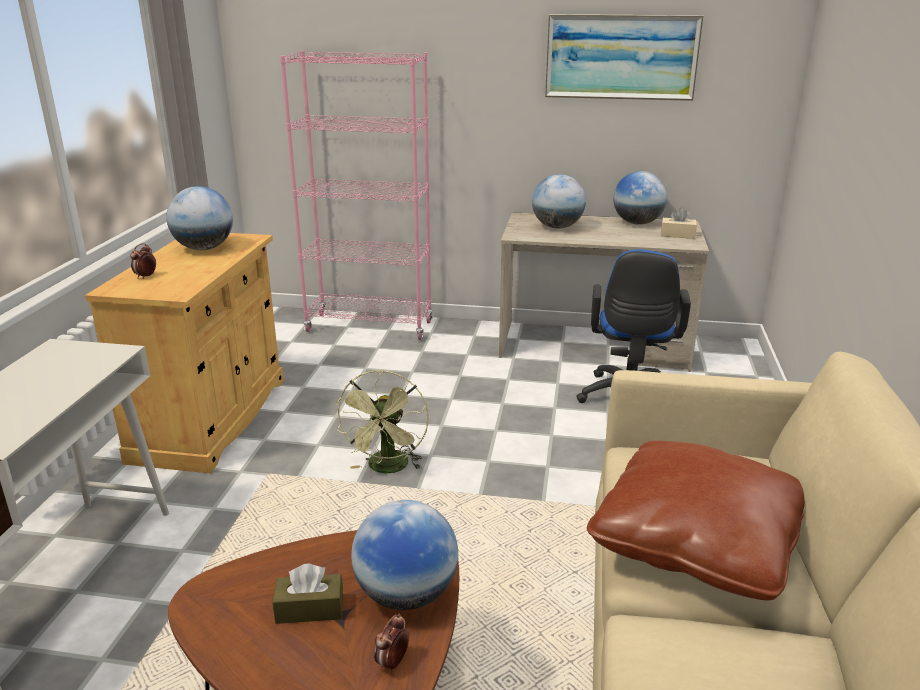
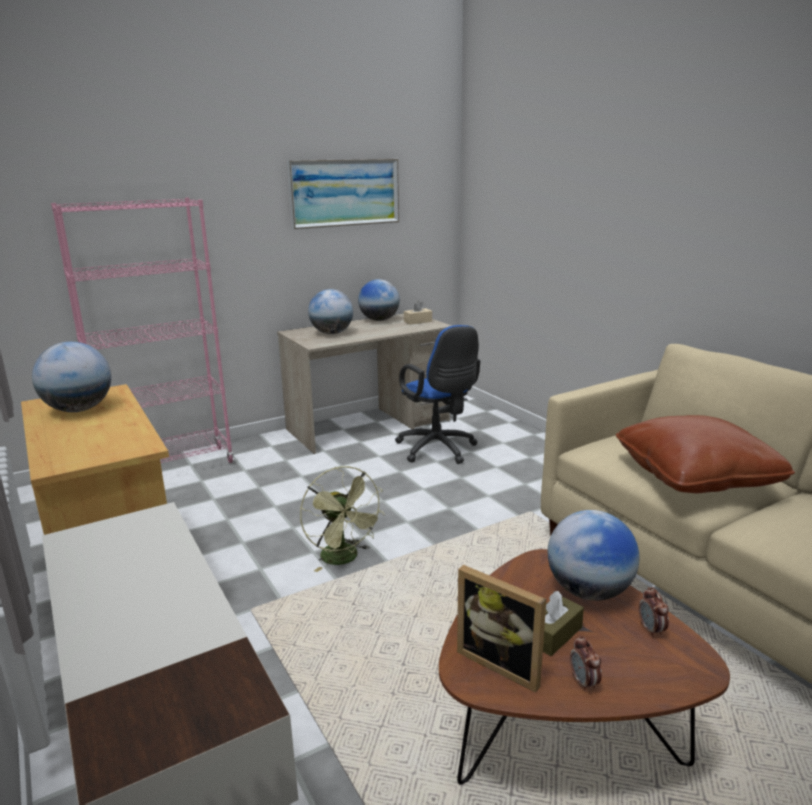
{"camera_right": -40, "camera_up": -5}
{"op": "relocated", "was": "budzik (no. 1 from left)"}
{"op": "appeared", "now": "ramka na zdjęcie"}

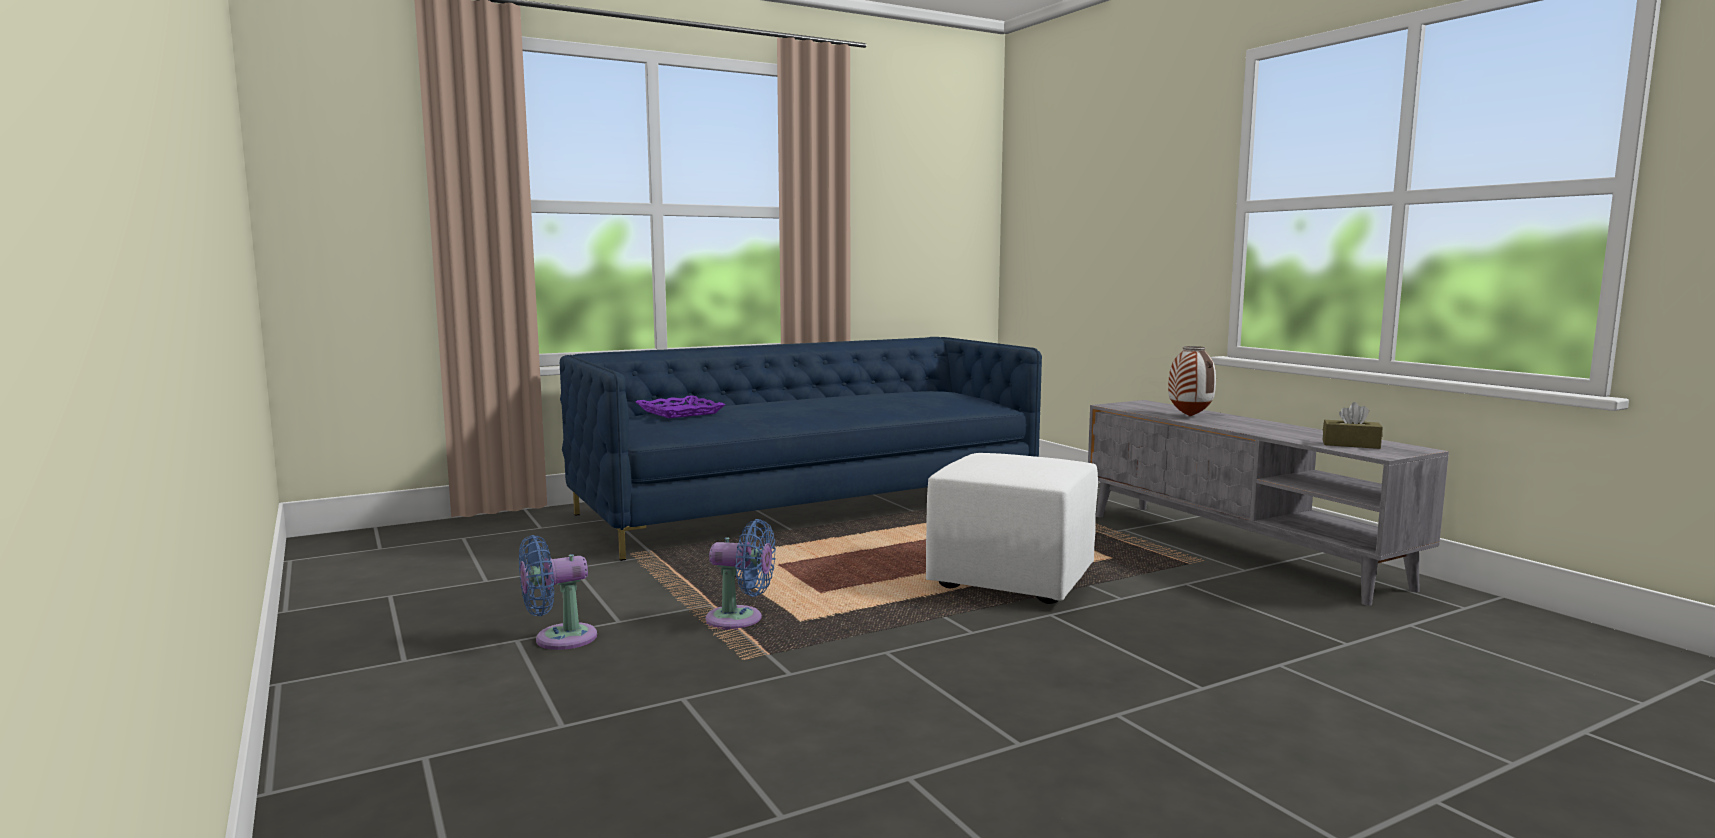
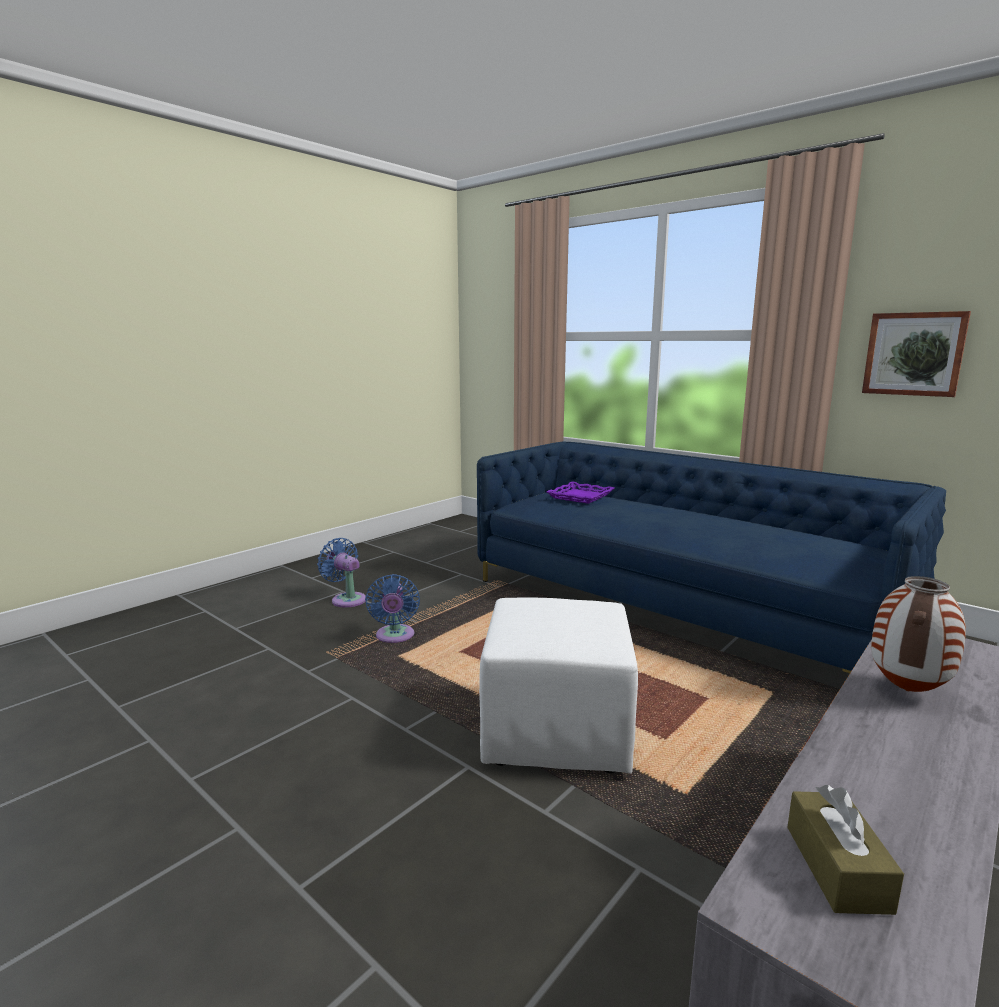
{"camera_right": 70, "camera_up": 5}
{"op": "appeared", "now": "obraz"}

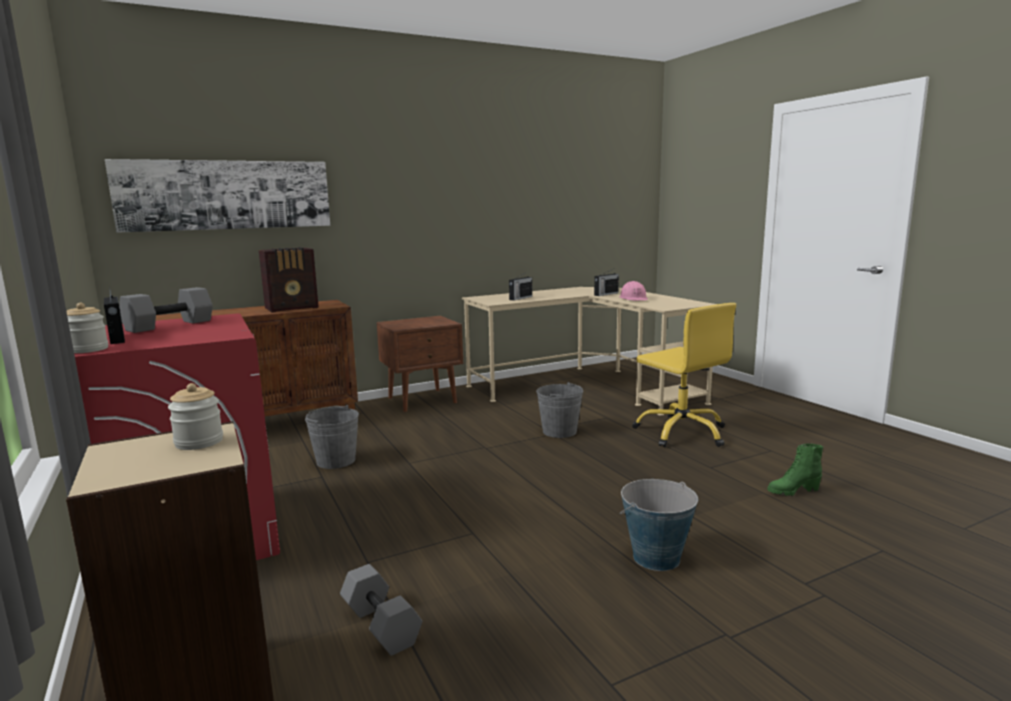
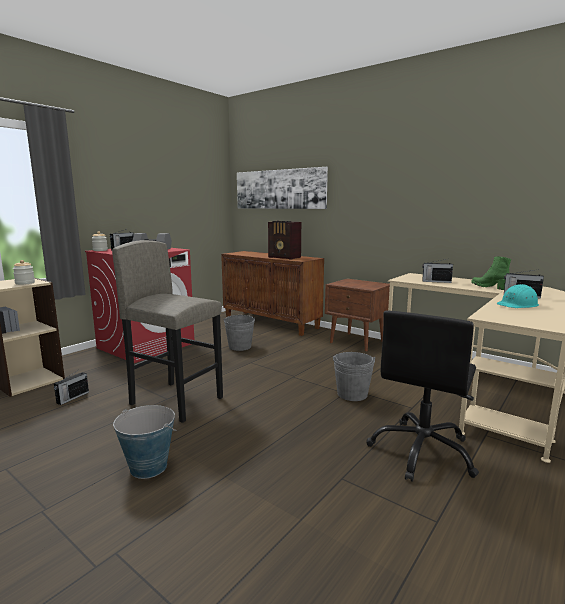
{"camera_right": 65, "camera_up": 0}
{"op": "exchanged", "was": "hantel [szary] (no. 2 from left)", "now": "radio (no. 1 from left)"}
{"op": "colour", "was": "kask [różowy]", "now": "kask [turkusowy]"}
{"op": "colour", "was": "krzesło biurowe [żółty]", "now": "krzesło biurowe [czarny]"}
{"op": "relocated", "was": "but z cholewką [zielony]"}
{"op": "appeared", "now": "stołek [szary]"}

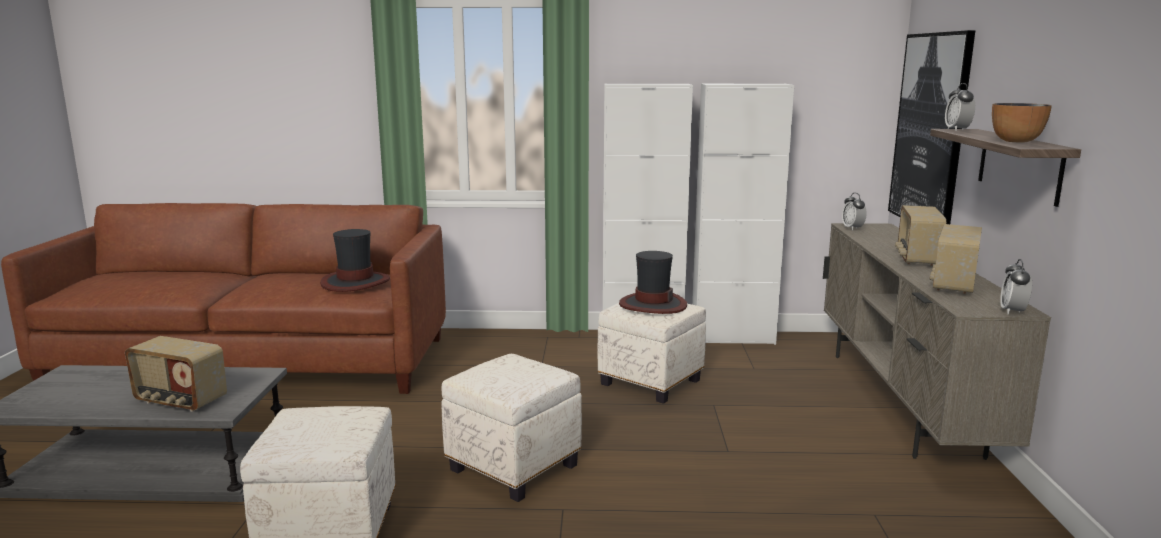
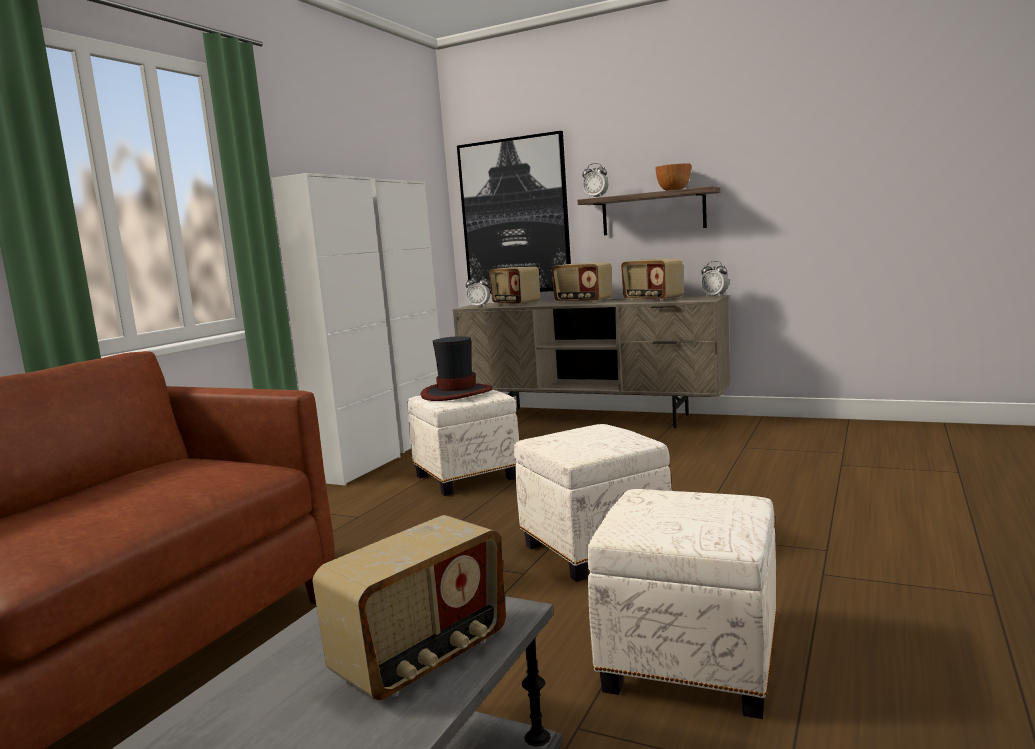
{"camera_right": -65, "camera_up": -5}
{"op": "missing", "was": "kapelusz (no. 1 from left)"}
{"op": "appeared", "now": "radio (no. 2 from left)"}

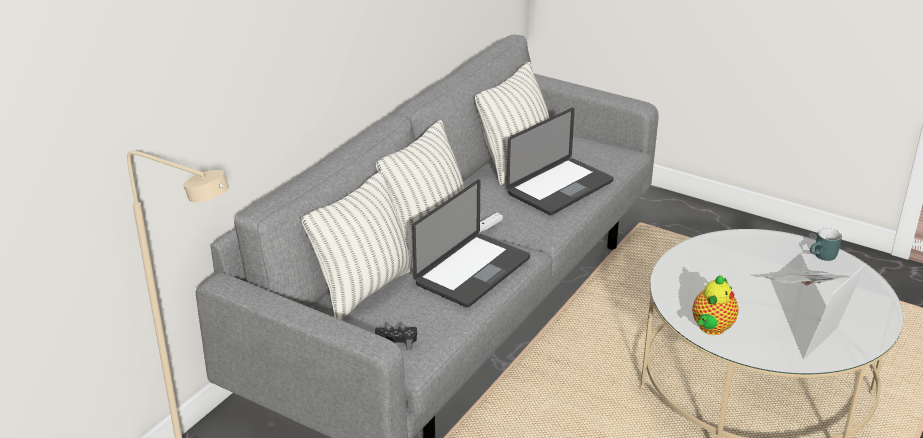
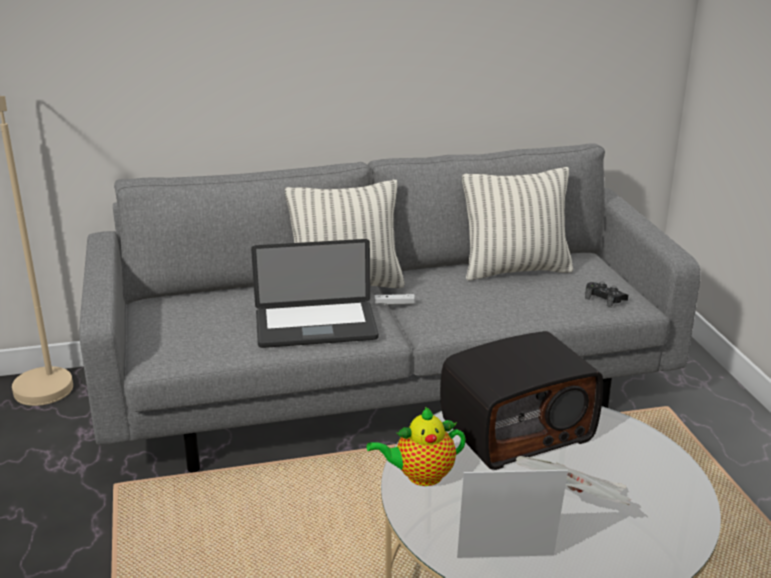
{"camera_right": 45, "camera_up": -5}
{"op": "missing", "was": "poduszka (no. 1 from left)"}
{"op": "relocated", "was": "pad do gier [czarny]"}
{"op": "missing", "was": "laptop (no. 2 from left)"}
{"op": "missing", "was": "kubek [turkusowy]"}
{"op": "appeared", "now": "radio"}

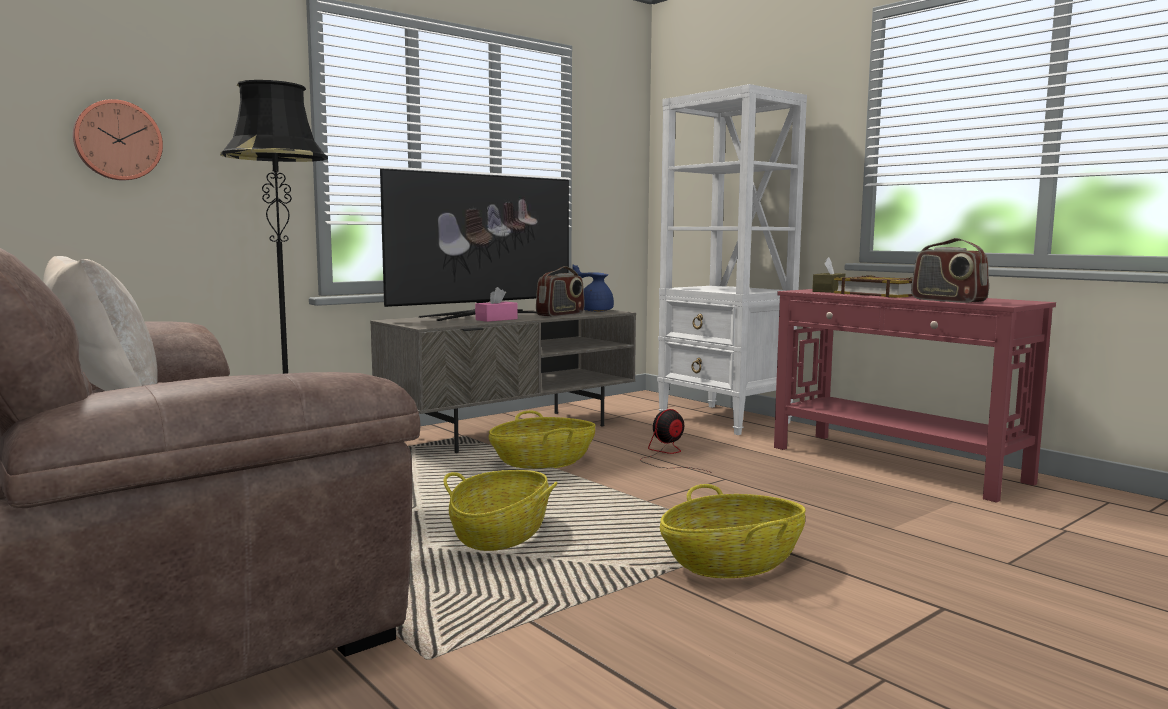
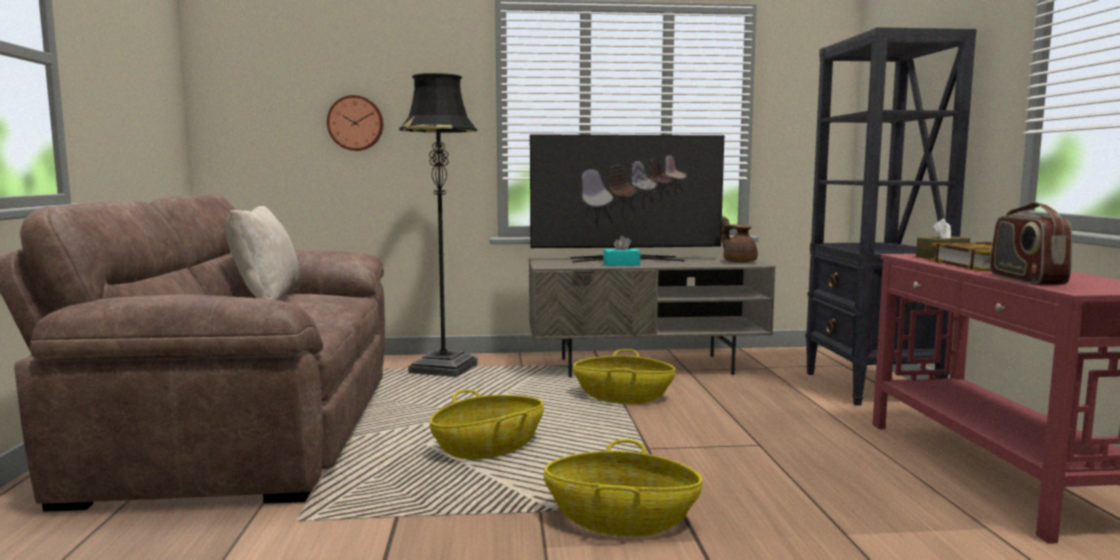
{"camera_right": 35, "camera_up": 0}
{"op": "colour", "was": "pudełko chusteczek [różowy]", "now": "pudełko chusteczek [turkusowy]"}
{"op": "missing", "was": "radio (no. 1 from left)"}
{"op": "colour", "was": "imbryk [niebieski]", "now": "imbryk [brązowy]"}
{"op": "missing", "was": "wentylator"}
{"op": "colour", "was": "regał [biały]", "now": "regał [czarny]"}

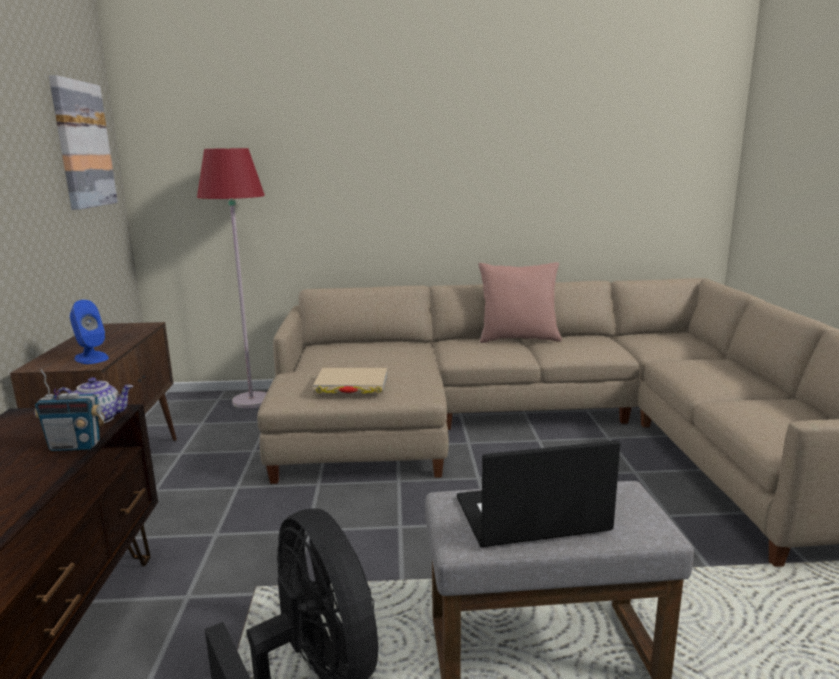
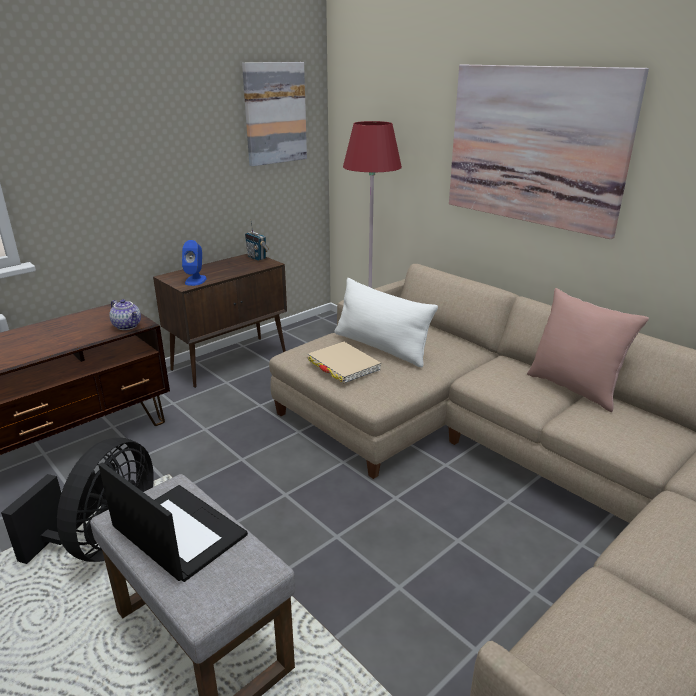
{"camera_right": 50, "camera_up": 10}
{"op": "relocated", "was": "radio"}
{"op": "appeared", "now": "poduszka [biały]"}
{"op": "appeared", "now": "obraz (no. 2 from left)"}

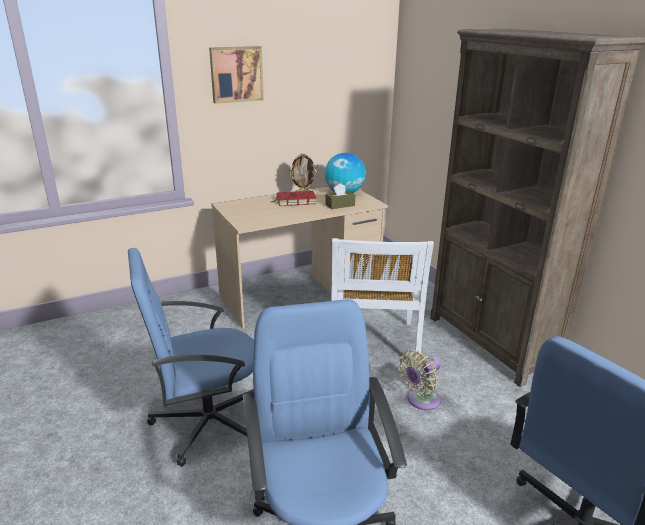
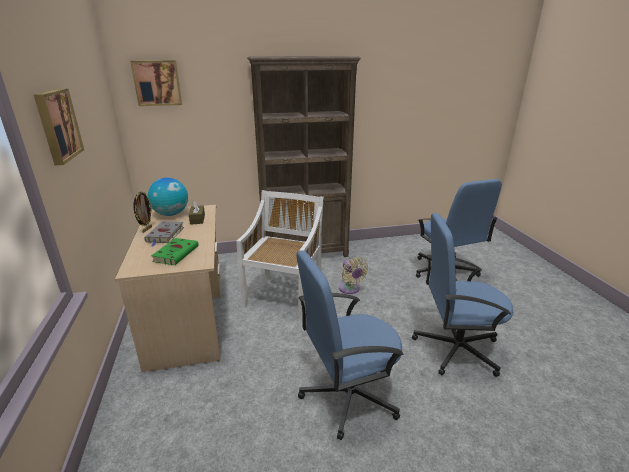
{"camera_right": -75, "camera_up": 0}
{"op": "spun", "was": "krzesło biurowe [niebieski] (no. 1 from left)", "clockwise": 75}
{"op": "colour", "was": "książka [czerwony]", "now": "książka [szary]"}
{"op": "spun", "was": "krzesło [biały]", "clockwise": -90}
{"op": "appeared", "now": "obraz (no. 2 from left)"}
{"op": "appeared", "now": "książka [zielony]"}

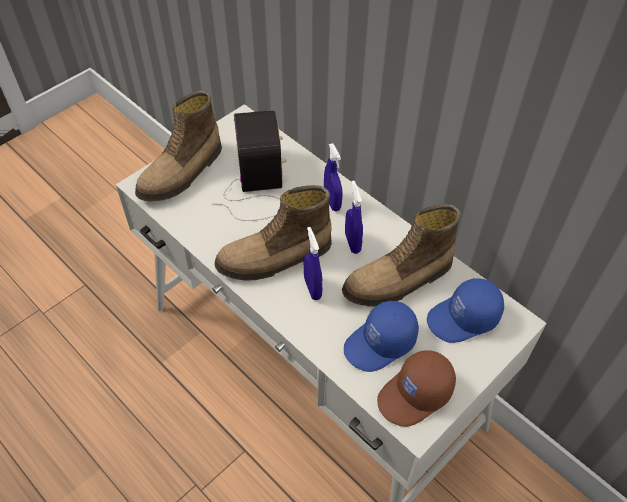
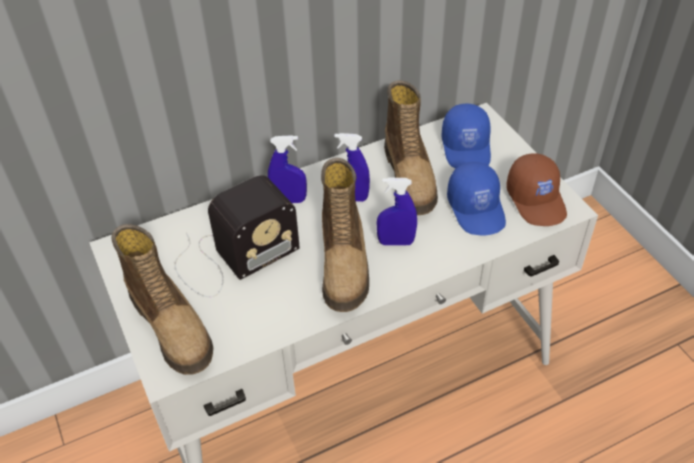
{"camera_right": -70, "camera_up": -5}
{"op": "spun", "was": "radio", "clockwise": 135}

